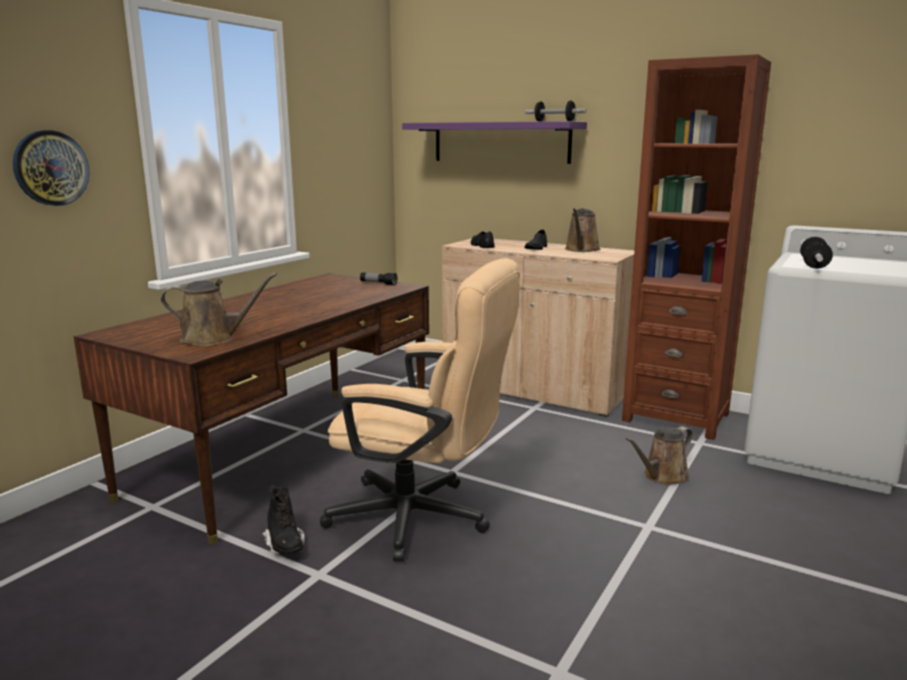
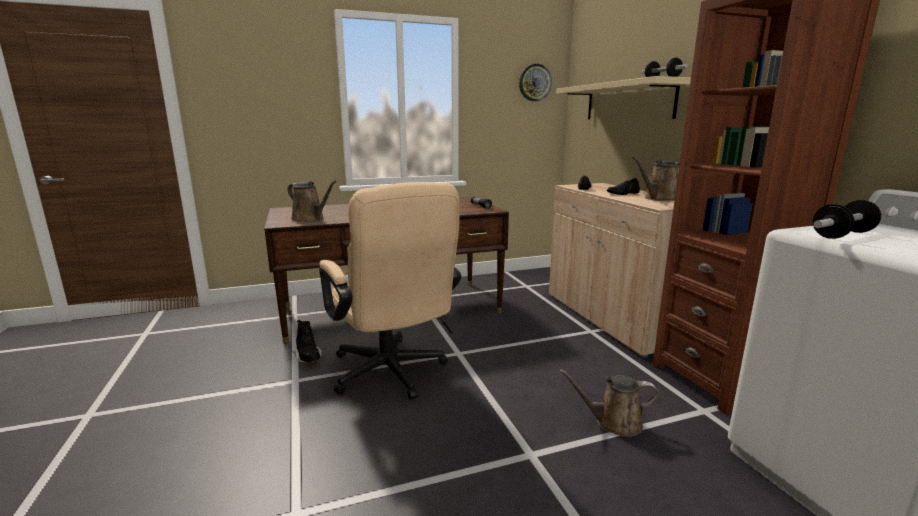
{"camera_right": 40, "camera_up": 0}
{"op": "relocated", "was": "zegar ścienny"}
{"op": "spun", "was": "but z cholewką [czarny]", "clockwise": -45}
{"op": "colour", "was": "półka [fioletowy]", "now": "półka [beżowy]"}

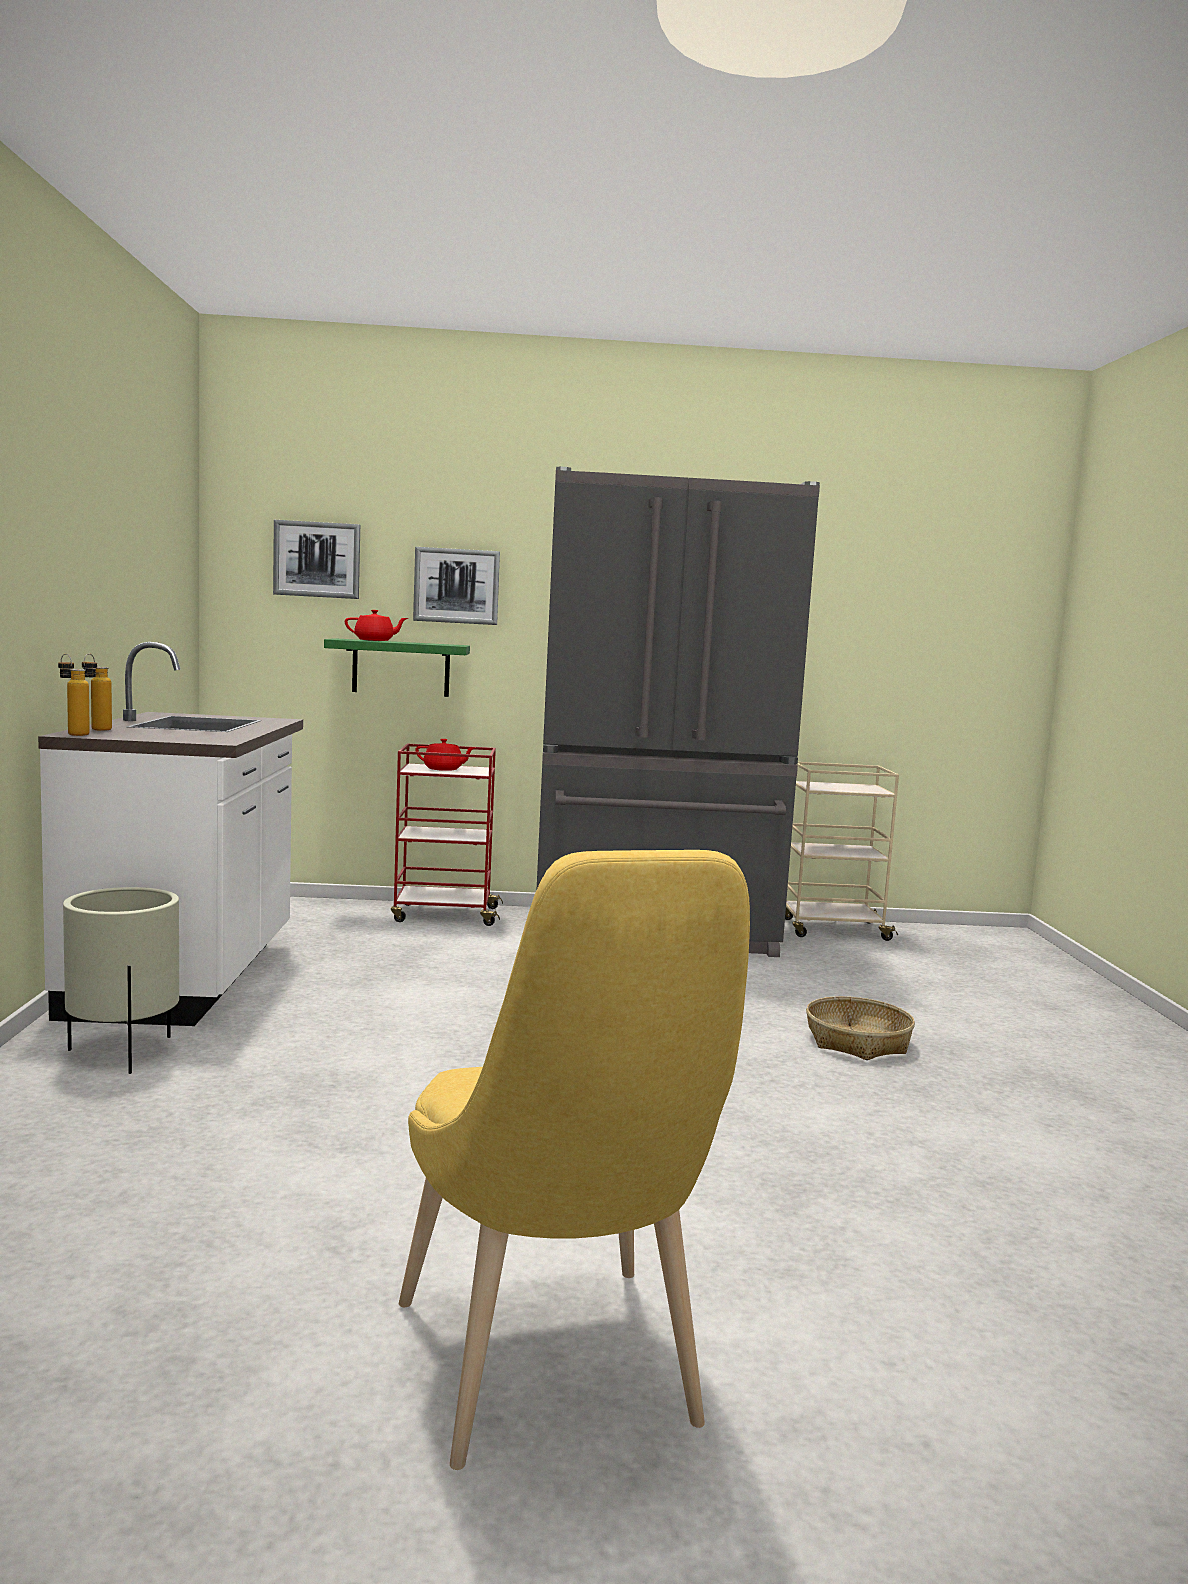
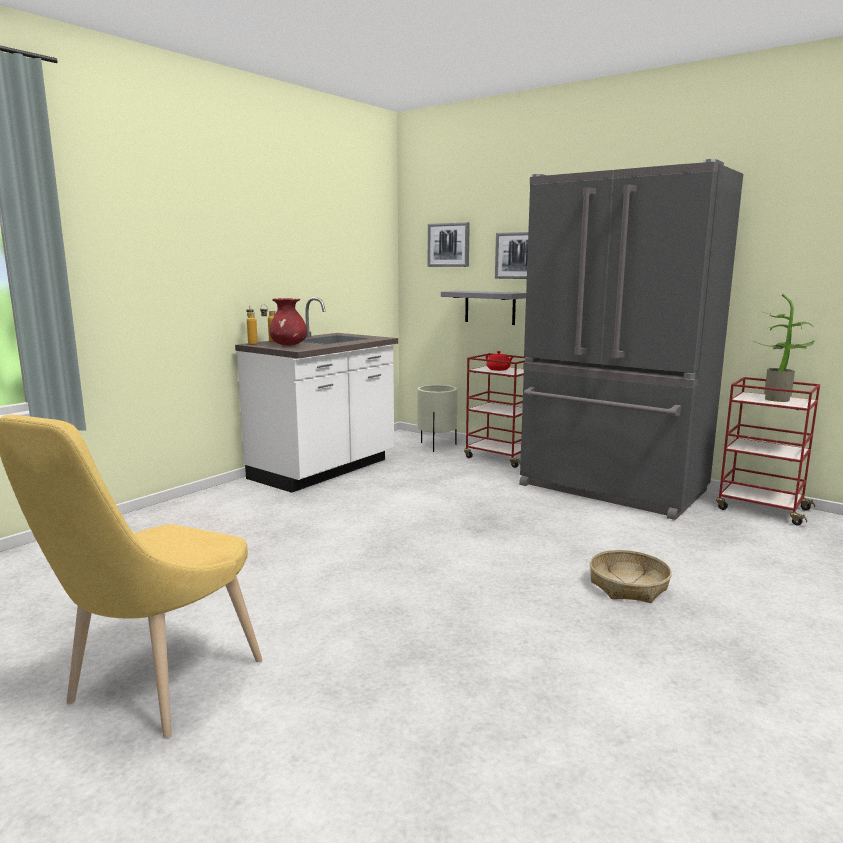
{"camera_right": 40, "camera_up": 5}
{"op": "relocated", "was": "donica [beżowy]"}
{"op": "colour", "was": "półka [zielony]", "now": "półka [szary]"}
{"op": "missing", "was": "imbryk [czerwony] (no. 1 from left)"}
{"op": "colour", "was": "wózek [beżowy]", "now": "wózek [czerwony] (no. 2 from left)"}
{"op": "appeared", "now": "wazon [czerwony]"}
{"op": "appeared", "now": "roślina doniczkowa"}

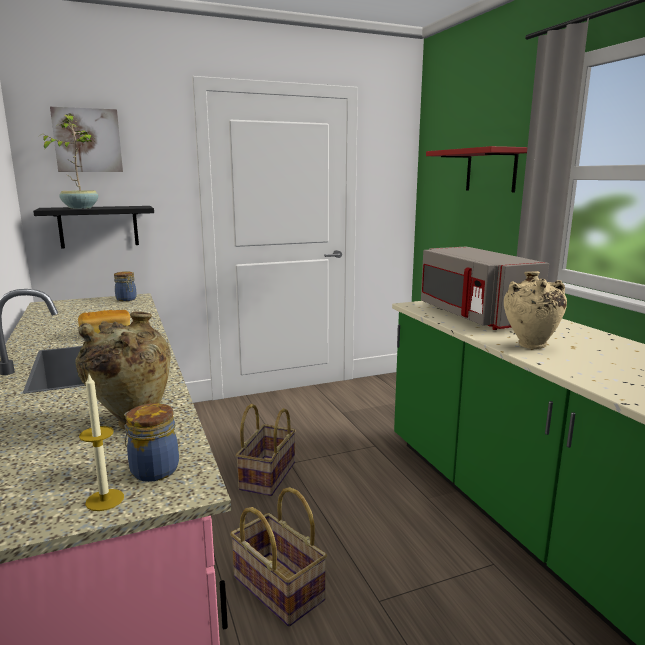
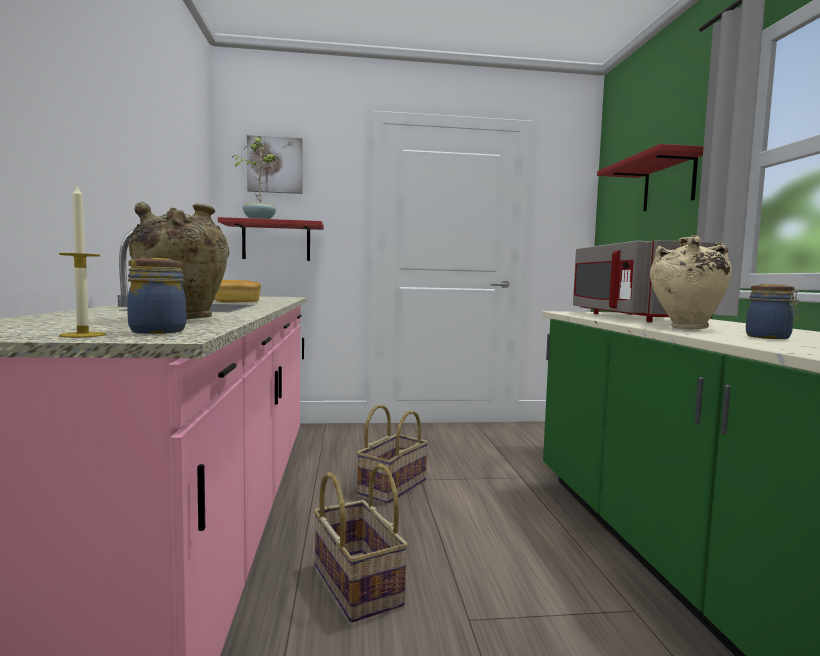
{"camera_right": 15, "camera_up": -10}
{"op": "colour", "was": "półka [czarny]", "now": "półka [czerwony] (no. 1 from left)"}
{"op": "relocated", "was": "słoik (no. 1 from left in the first image)", "now": "słoik (no. 2 from left)"}

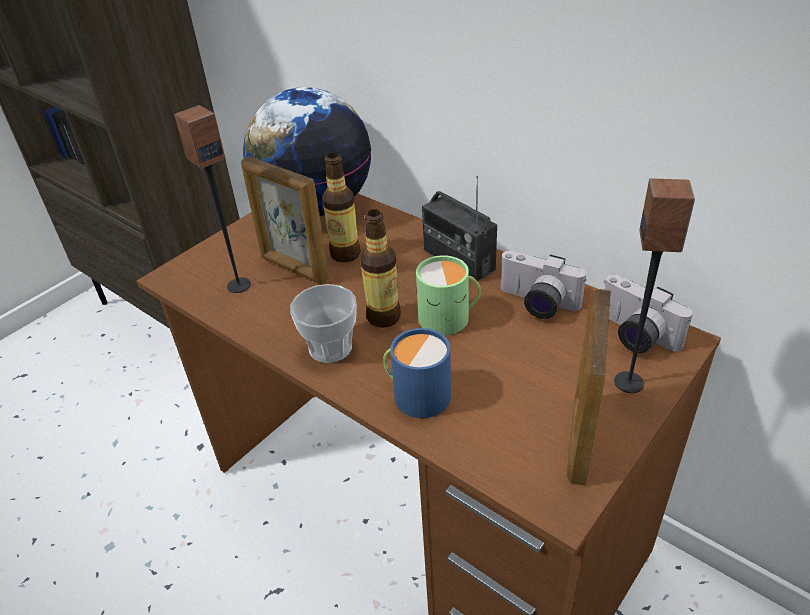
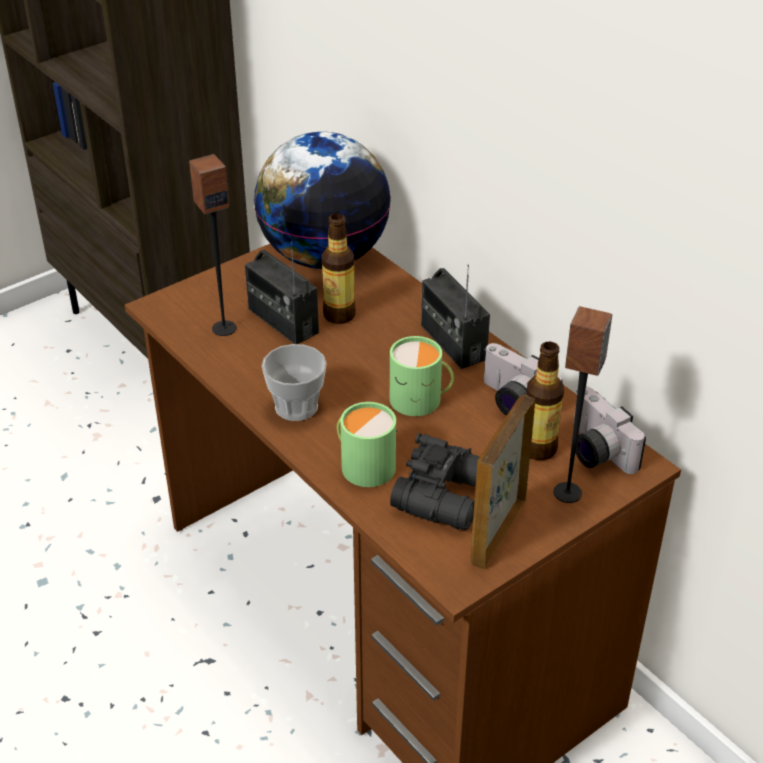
{"camera_right": 10, "camera_up": 0}
{"op": "exchanged", "was": "ramka na zdjęcie (no. 1 from left)", "now": "radio (no. 1 from left)"}
{"op": "relocated", "was": "butelka (no. 2 from left)"}
{"op": "colour", "was": "kubek [niebieski]", "now": "kubek [zielony] (no. 1 from left)"}
{"op": "appeared", "now": "lornetka [czarny]"}

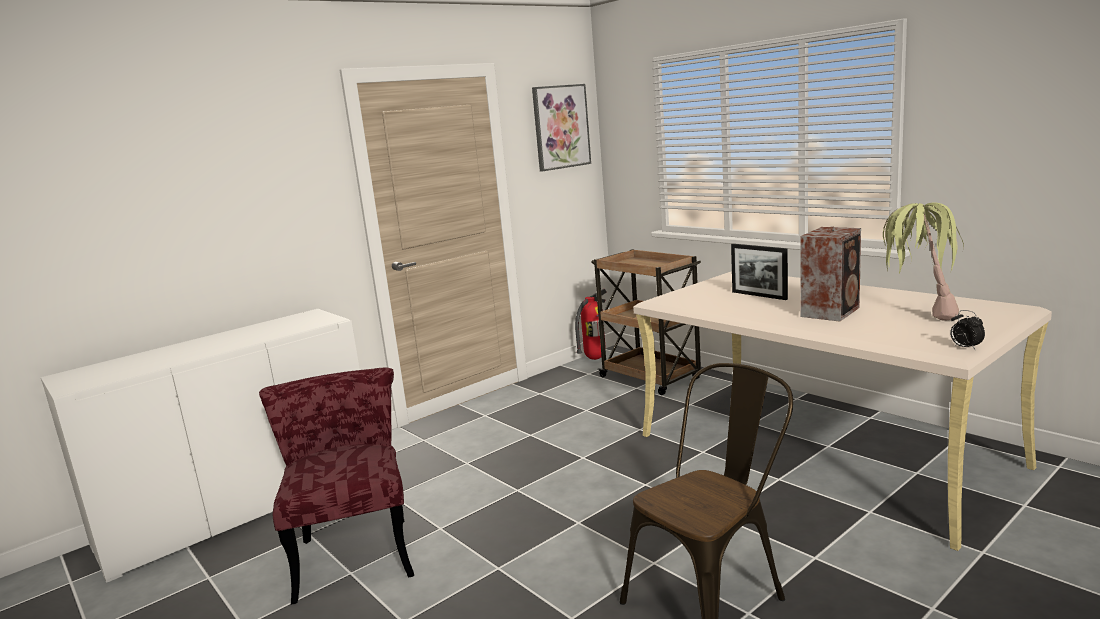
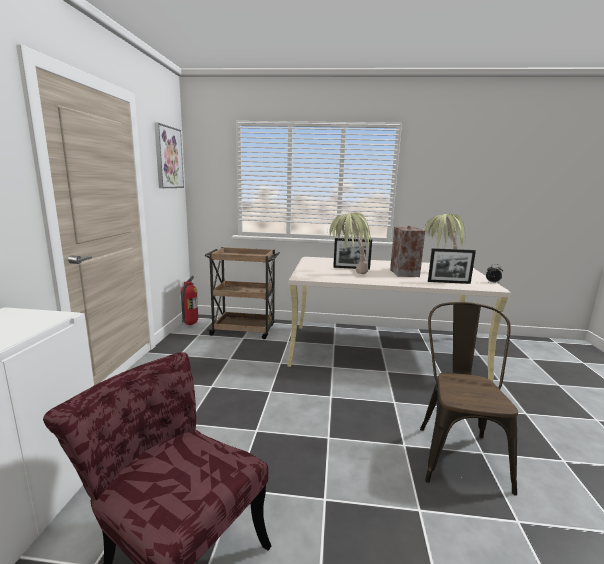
{"camera_right": -45, "camera_up": 0}
{"op": "appeared", "now": "roślina doniczkowa (no. 1 from left)"}
{"op": "appeared", "now": "ramka na zdjęcie (no. 2 from left)"}

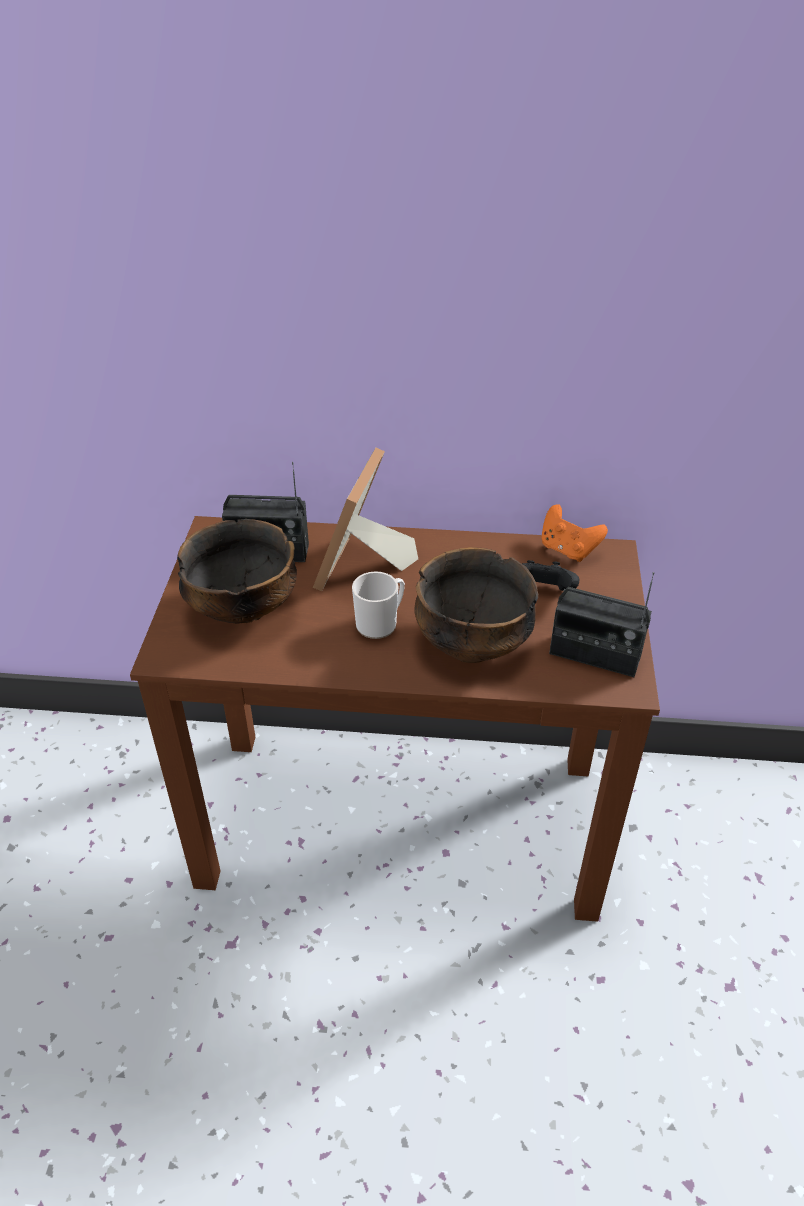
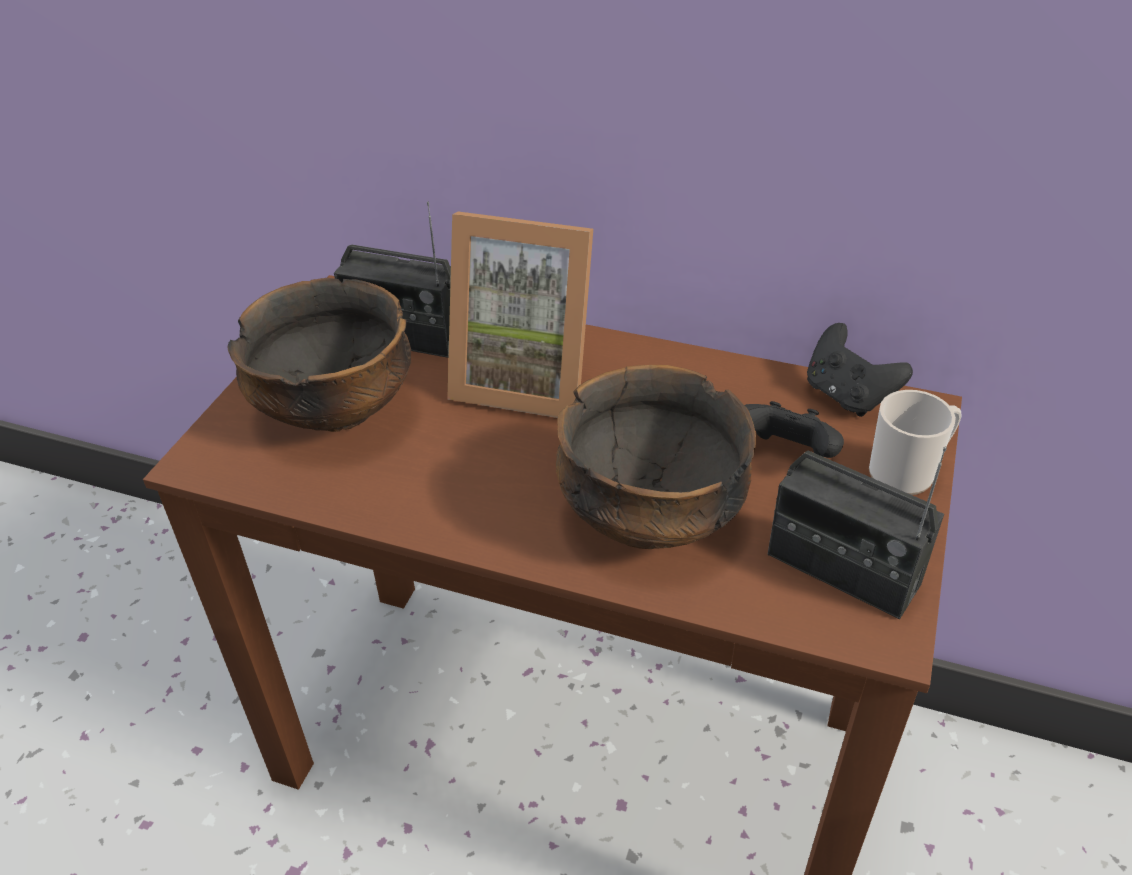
{"camera_right": 15, "camera_up": 0}
{"op": "spun", "was": "ramka na zdjęcie", "clockwise": -105}
{"op": "relocated", "was": "kubek"}
{"op": "colour", "was": "pad do gier [pomarańczowy]", "now": "pad do gier [czarny] (no. 2 from left)"}

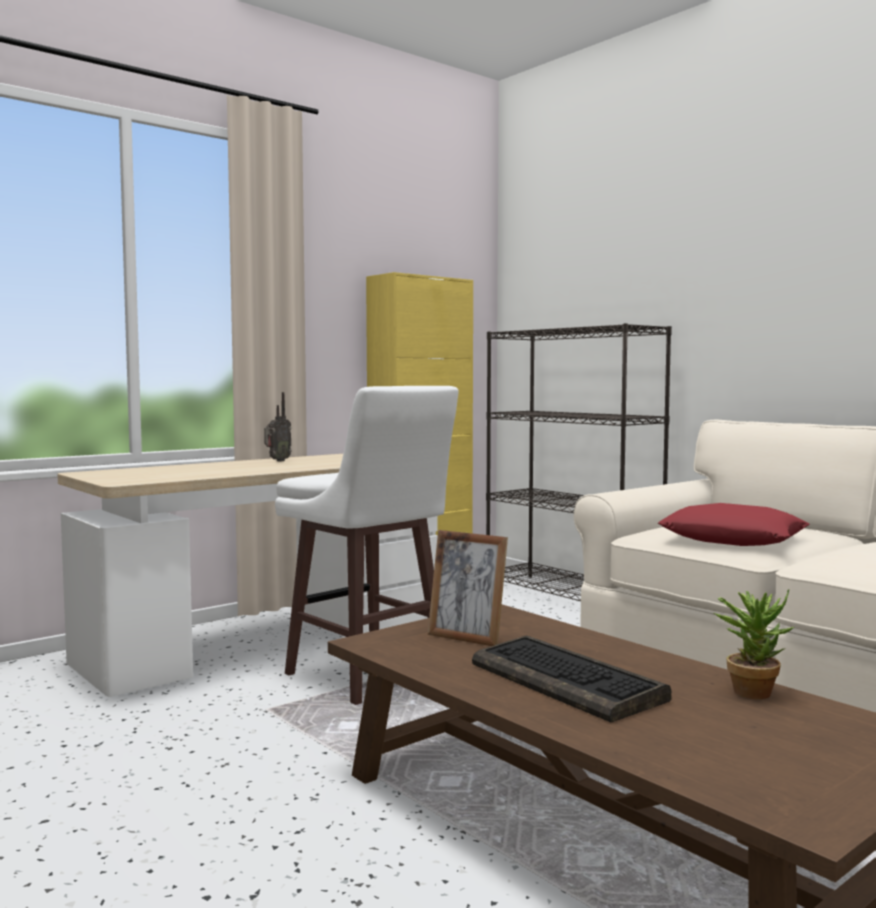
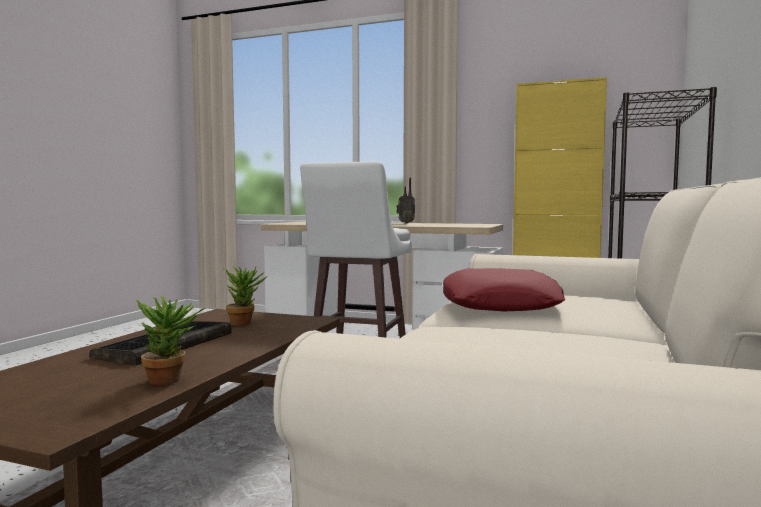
{"camera_right": 60, "camera_up": 0}
{"op": "exchanged", "was": "ramka na zdjęcie", "now": "roślina doniczkowa (no. 2 from left)"}

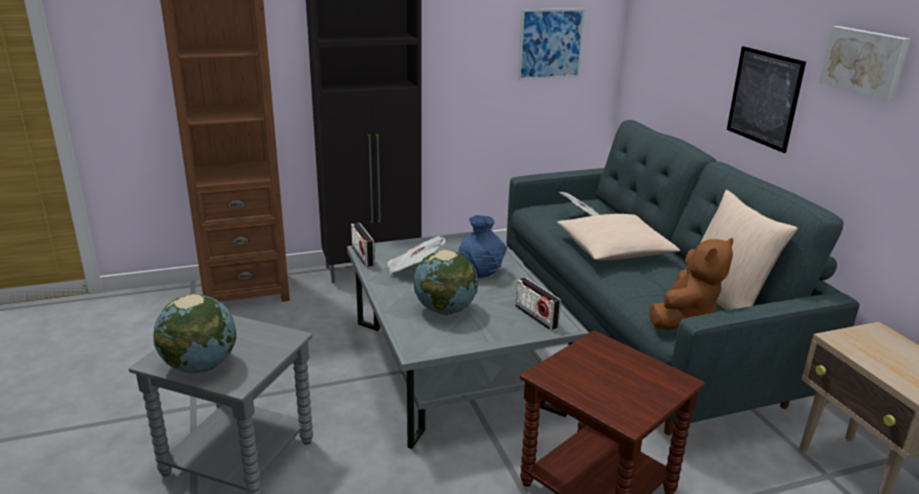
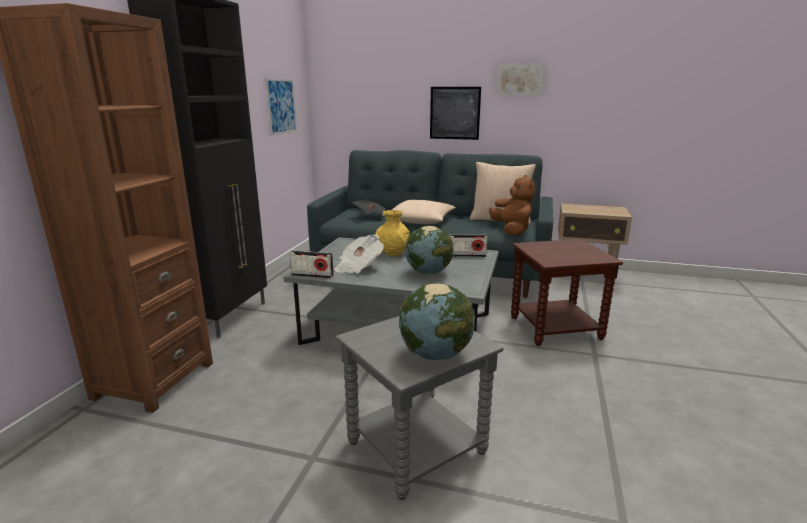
{"camera_right": -55, "camera_up": -5}
{"op": "colour", "was": "wazon [niebieski]", "now": "wazon [żółty]"}

